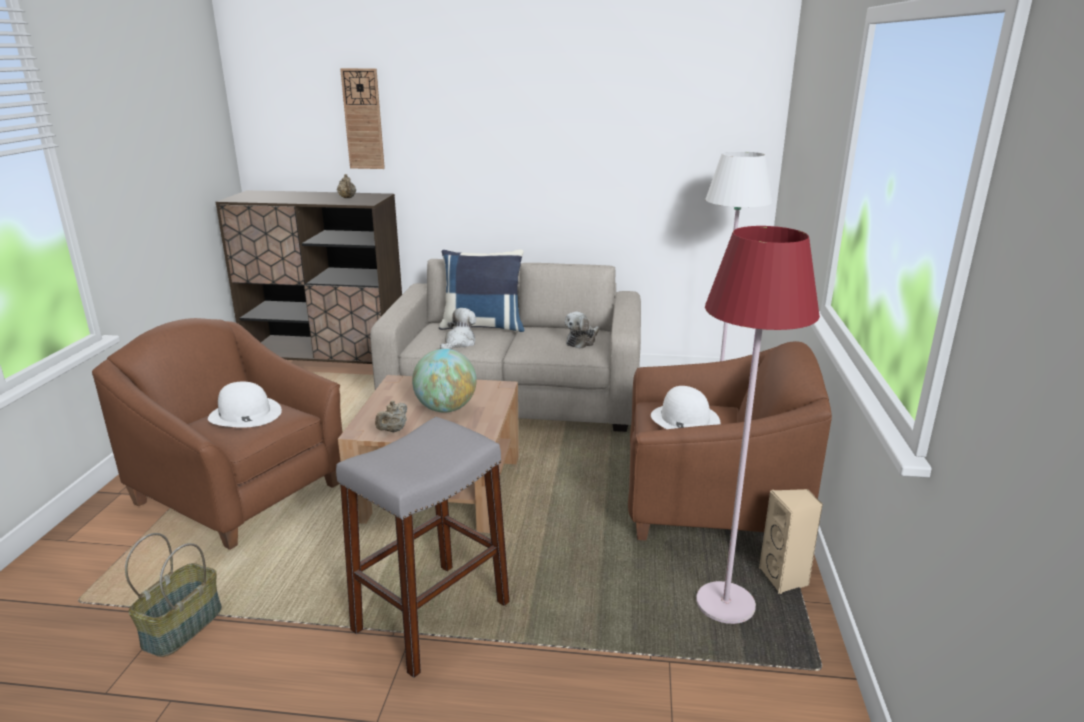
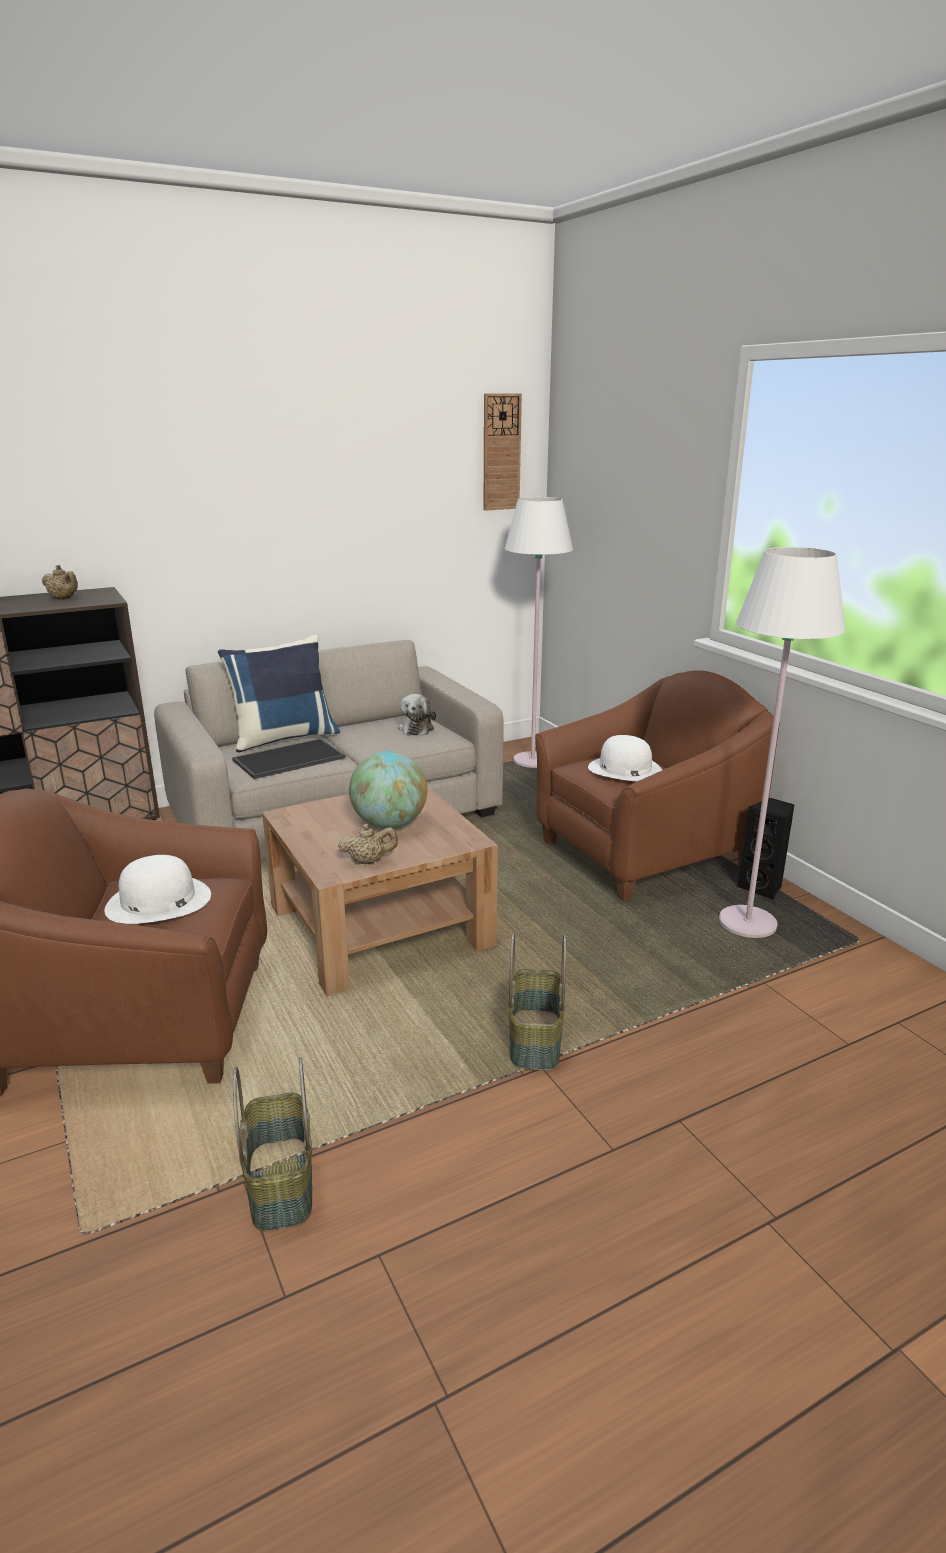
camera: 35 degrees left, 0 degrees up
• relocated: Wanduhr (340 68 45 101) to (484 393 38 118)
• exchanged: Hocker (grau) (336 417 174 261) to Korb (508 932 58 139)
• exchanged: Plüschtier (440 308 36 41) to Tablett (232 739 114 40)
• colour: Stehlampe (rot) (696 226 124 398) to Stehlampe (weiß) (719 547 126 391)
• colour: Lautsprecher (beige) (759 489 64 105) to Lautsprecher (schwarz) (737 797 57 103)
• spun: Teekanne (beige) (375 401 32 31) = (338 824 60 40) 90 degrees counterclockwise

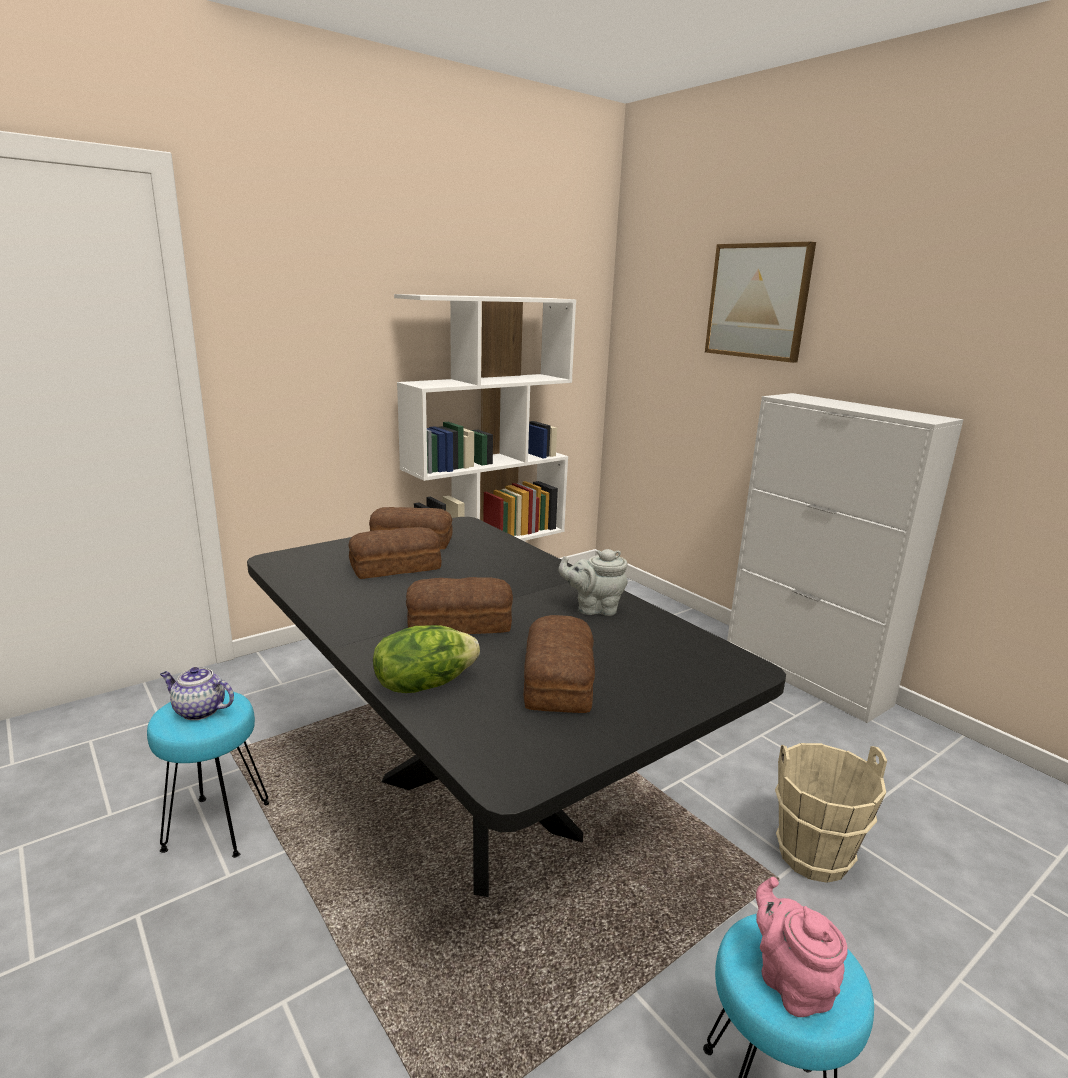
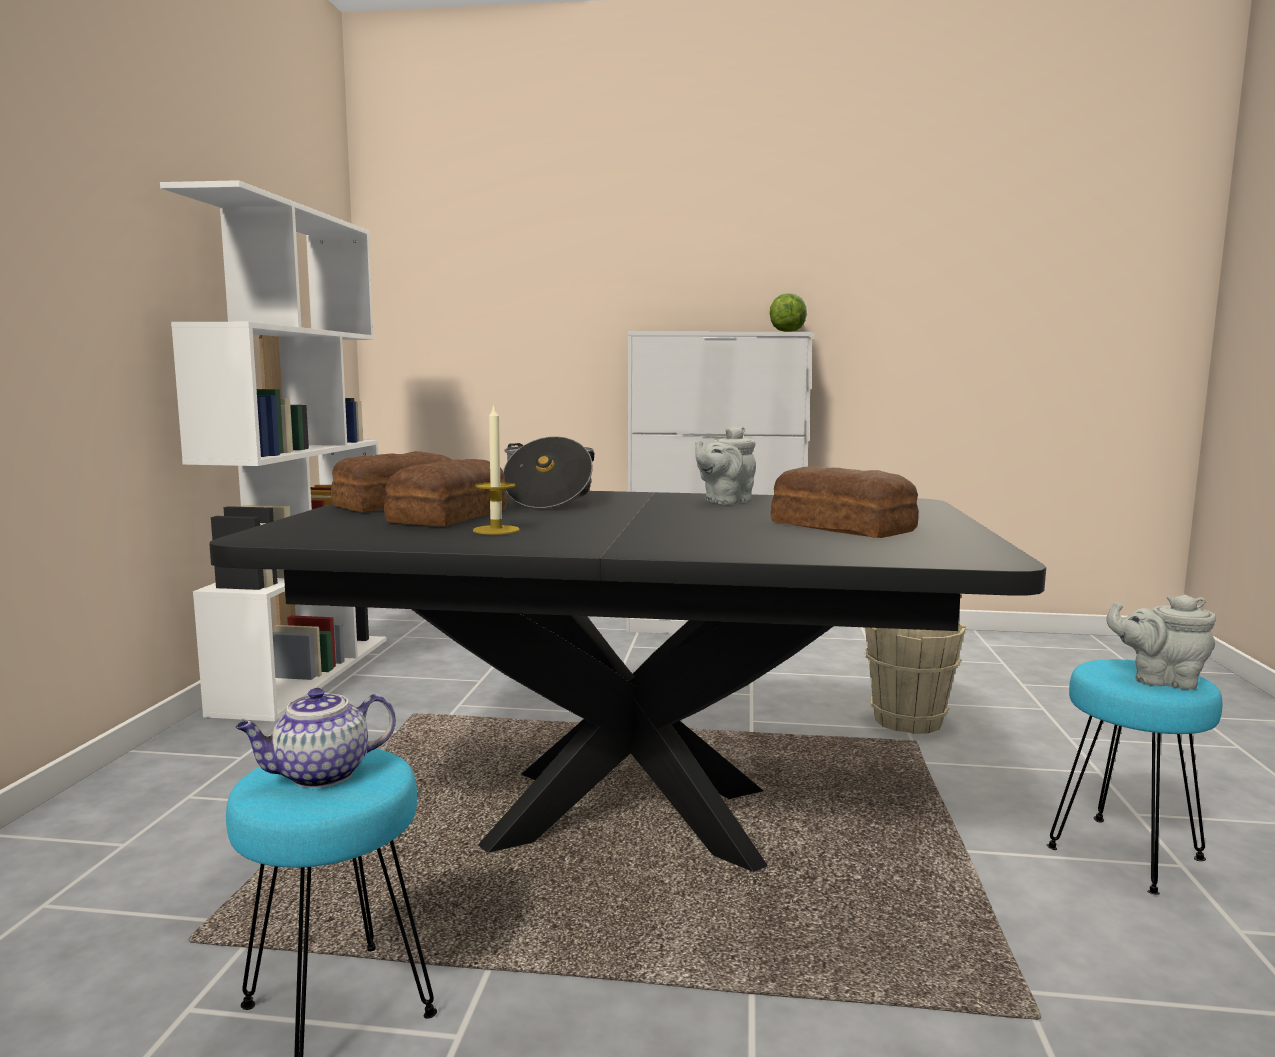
camera: 45 degrees left, 10 degrees down
• missing: Brot (406 577 107 57)
• missing: Bild (705 242 111 121)
• appeared: Kerze (473 406 47 129)
• appeared: Kochtopf (503 436 91 73)
• relocated: Salatkopf (373 625 107 68) to (770 293 37 39)
• colour: Teekanne (rosa) (756 877 92 140) to Teekanne (grau) (1106 594 110 96)

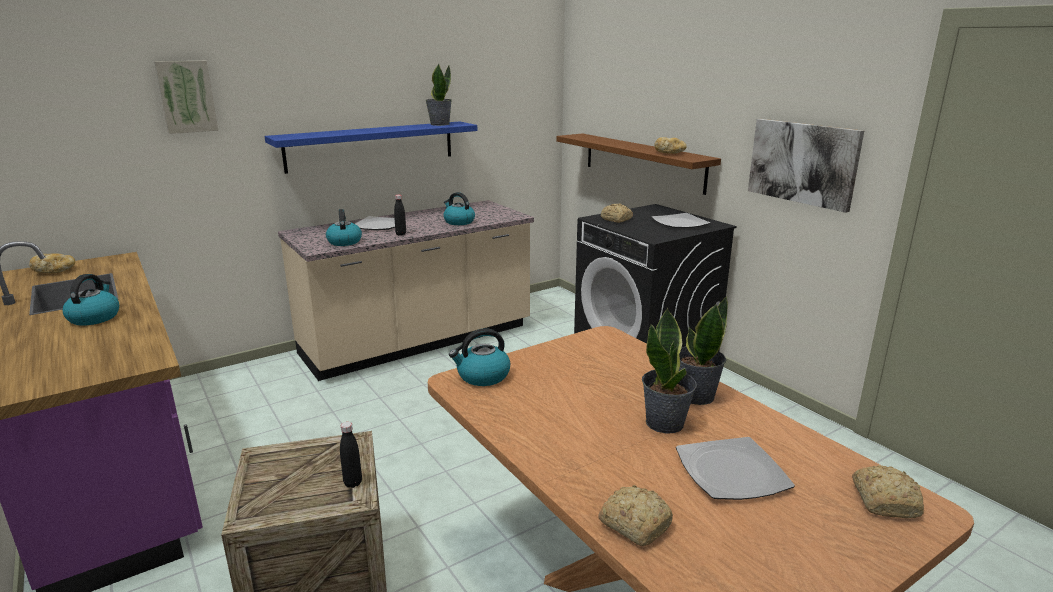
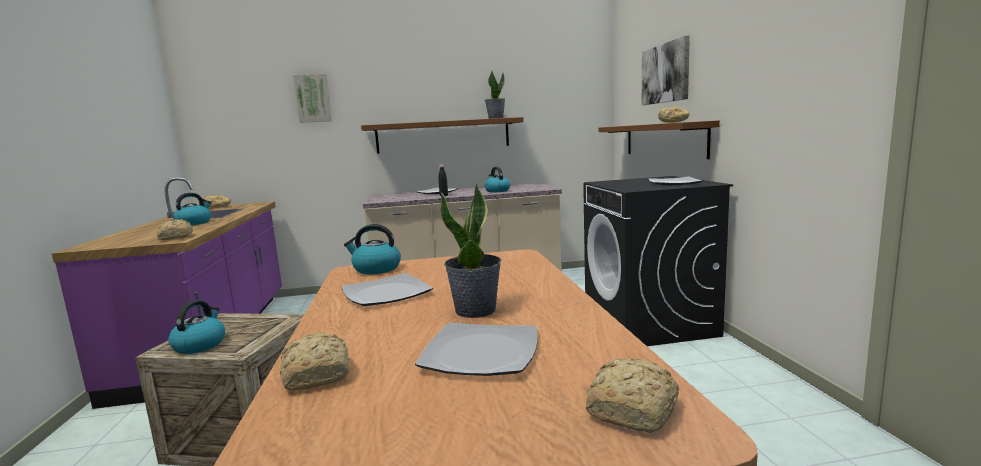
camera: 25 degrees right, 10 degrees down
• missing: Flasche (schwarz) (340 422 22 66)
• missing: Topfpflanze (679 296 49 109)
• appeared: Teller (341 273 92 33)
• relocated: Wasserkessel (326 209 36 37) to (168 300 57 54)
• relocated: Brot (601 203 32 20) to (157 219 36 21)
• relocated: Bild (748 119 116 94) to (642 36 48 69)
• colour: Wandregal (blau) (264 121 213 53) to Wandregal (braun) (361 117 163 37)

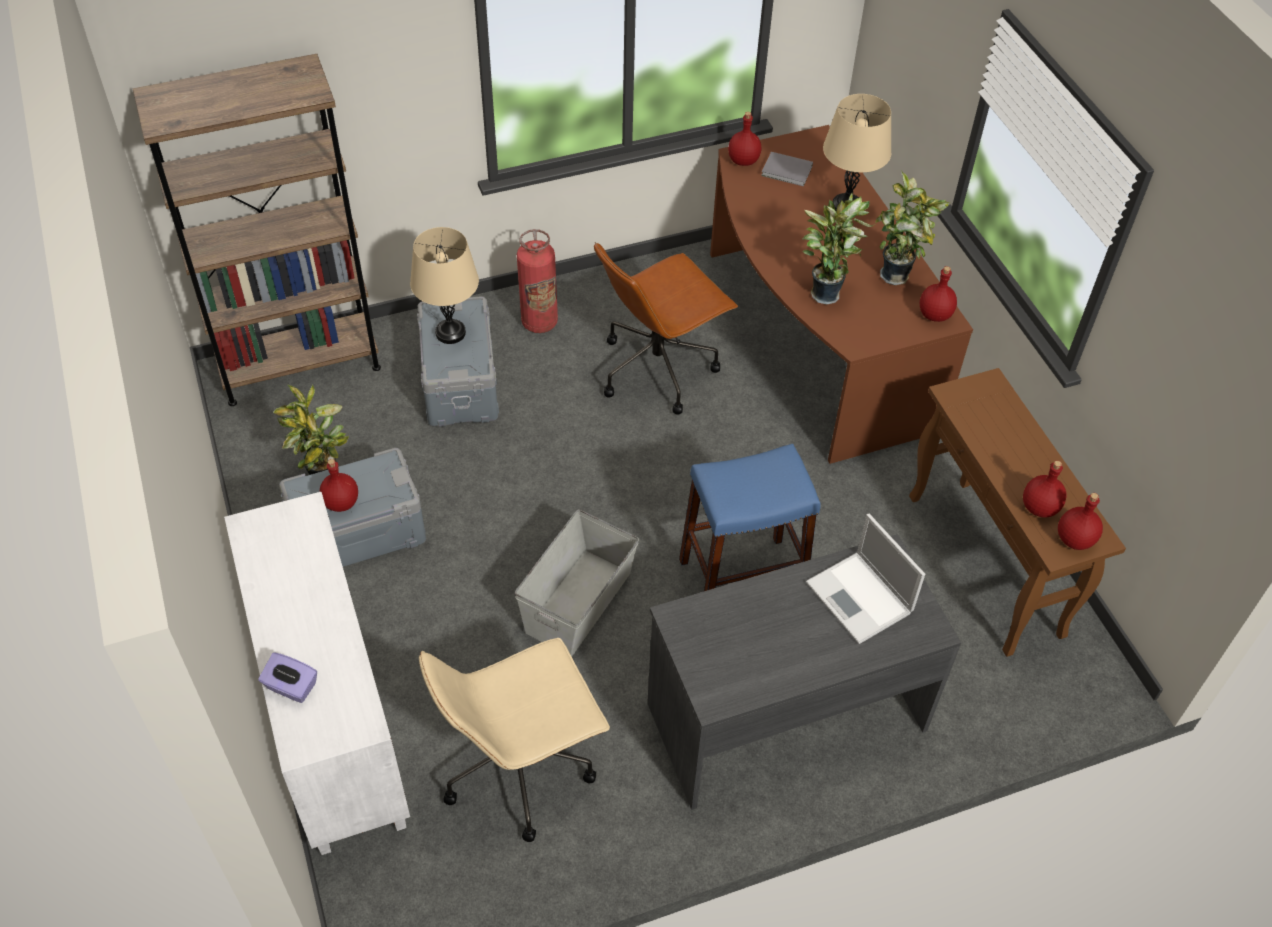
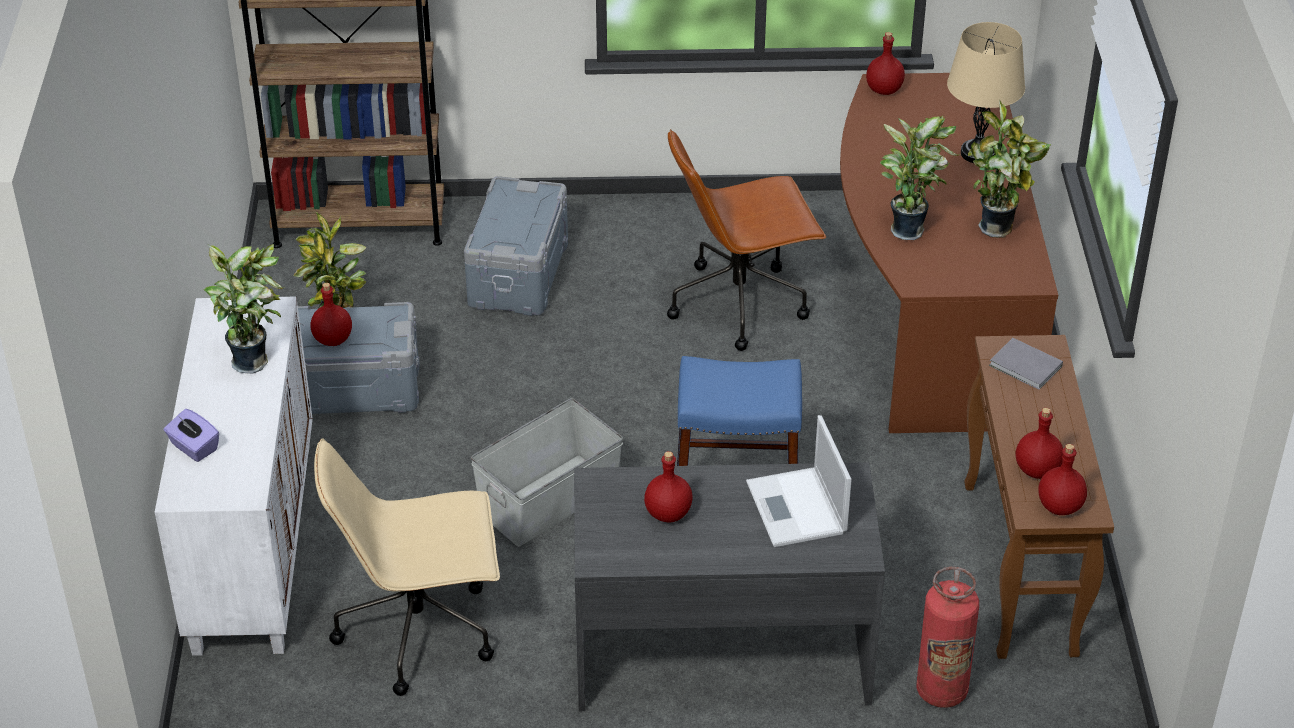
camera: 20 degrees right, 10 degrees down
• missing: Tischlampe (beige) (410 227 69 117)
• appeared: Topfpflanze (203 244 82 130)
• relocated: Feuerlöscher (517 229 41 104) to (916 567 63 141)
• relocated: Buch (grau) (761 152 52 34) to (989 338 74 52)
• relocated: Flasche (rot) (920 266 37 56) to (644 451 49 72)

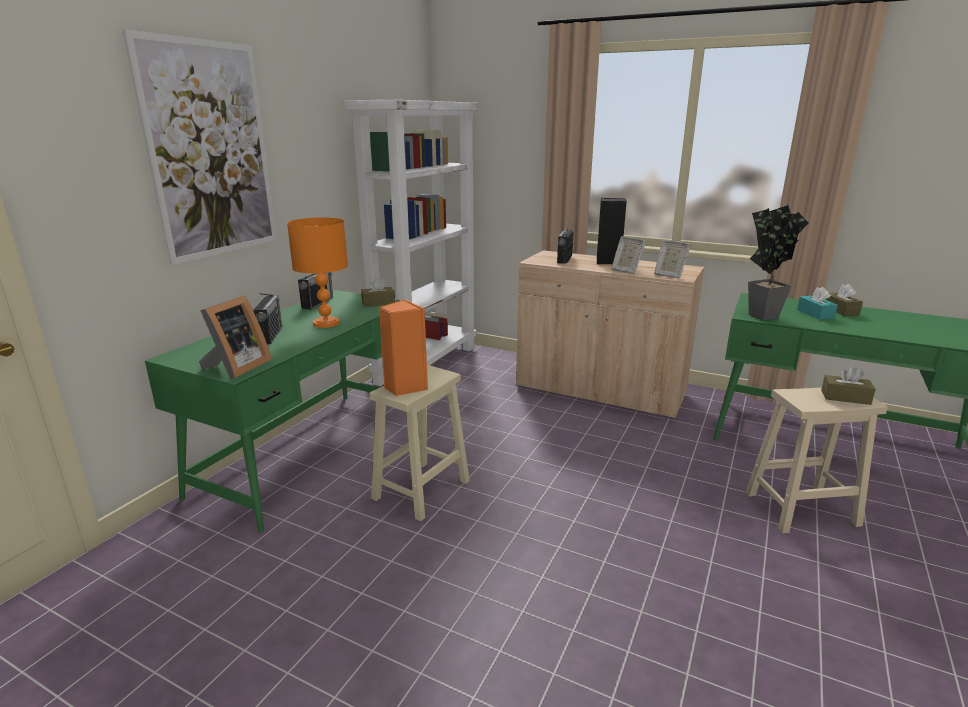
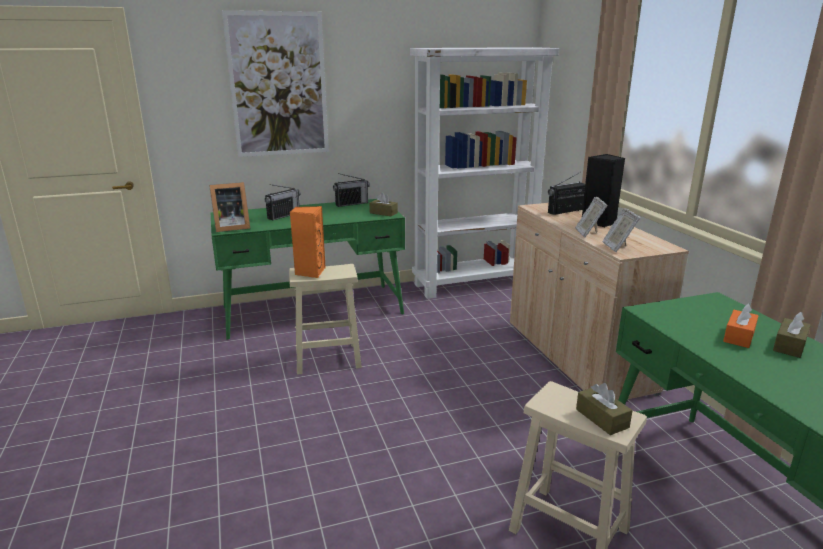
camera: 45 degrees right, 0 degrees up
• missing: Tischlampe (orange) (287 217 61 111)
• missing: Topfpflanze (748 205 60 115)
• colour: Taschentuchbox (türkis) (797 287 41 33) to Taschentuchbox (orange) (723 303 36 45)

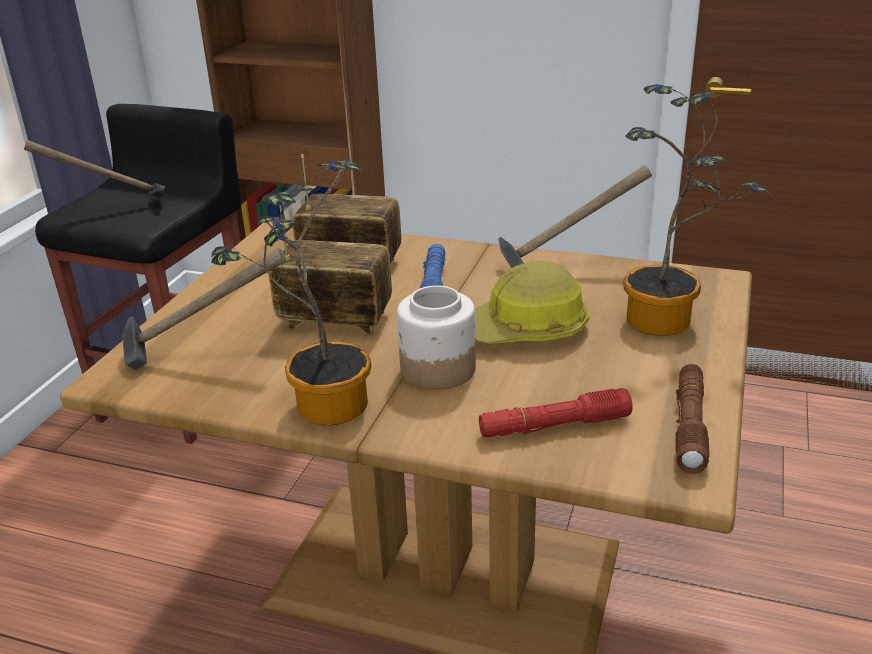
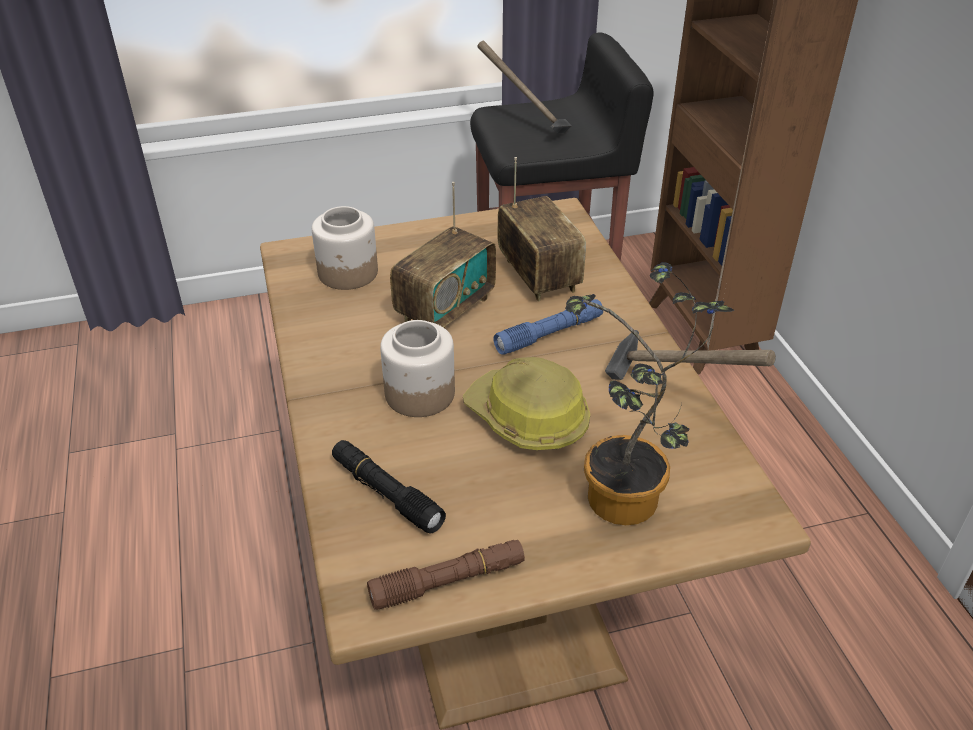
camera: 55 degrees right, 10 degrees up
• missing: Topfpflanze (211 160 160 265)
• exchanged: Hammer (122 248 164 122) to Vorratsglas (312 206 66 84)
• colour: Taschenlampe (rot) (479 388 154 49) to Taschenlampe (schwarz) (332 440 114 94)
• spun: Radio (269 206 123 129) = (390 182 106 146) 60 degrees clockwise

